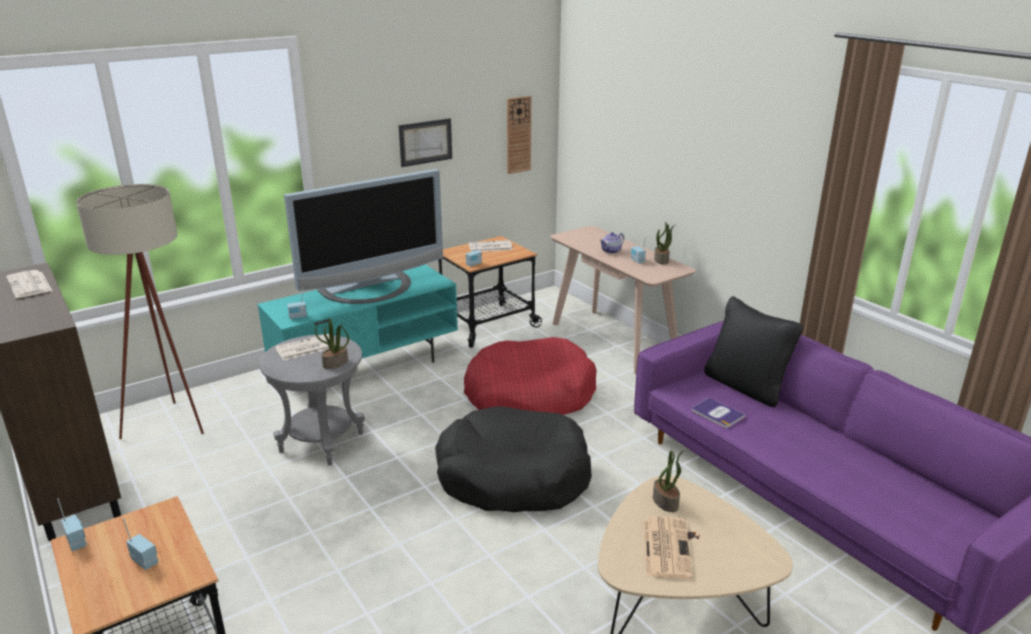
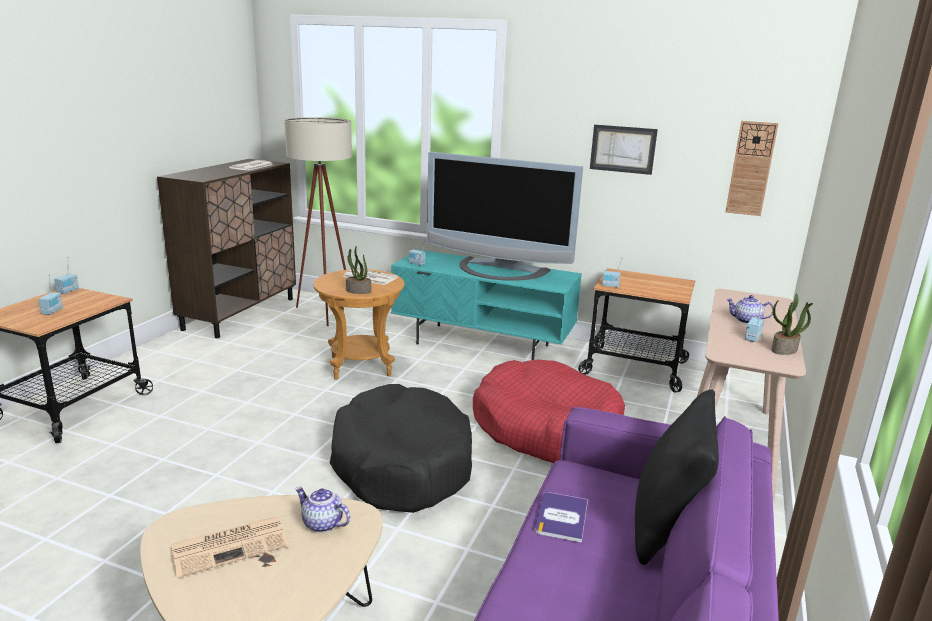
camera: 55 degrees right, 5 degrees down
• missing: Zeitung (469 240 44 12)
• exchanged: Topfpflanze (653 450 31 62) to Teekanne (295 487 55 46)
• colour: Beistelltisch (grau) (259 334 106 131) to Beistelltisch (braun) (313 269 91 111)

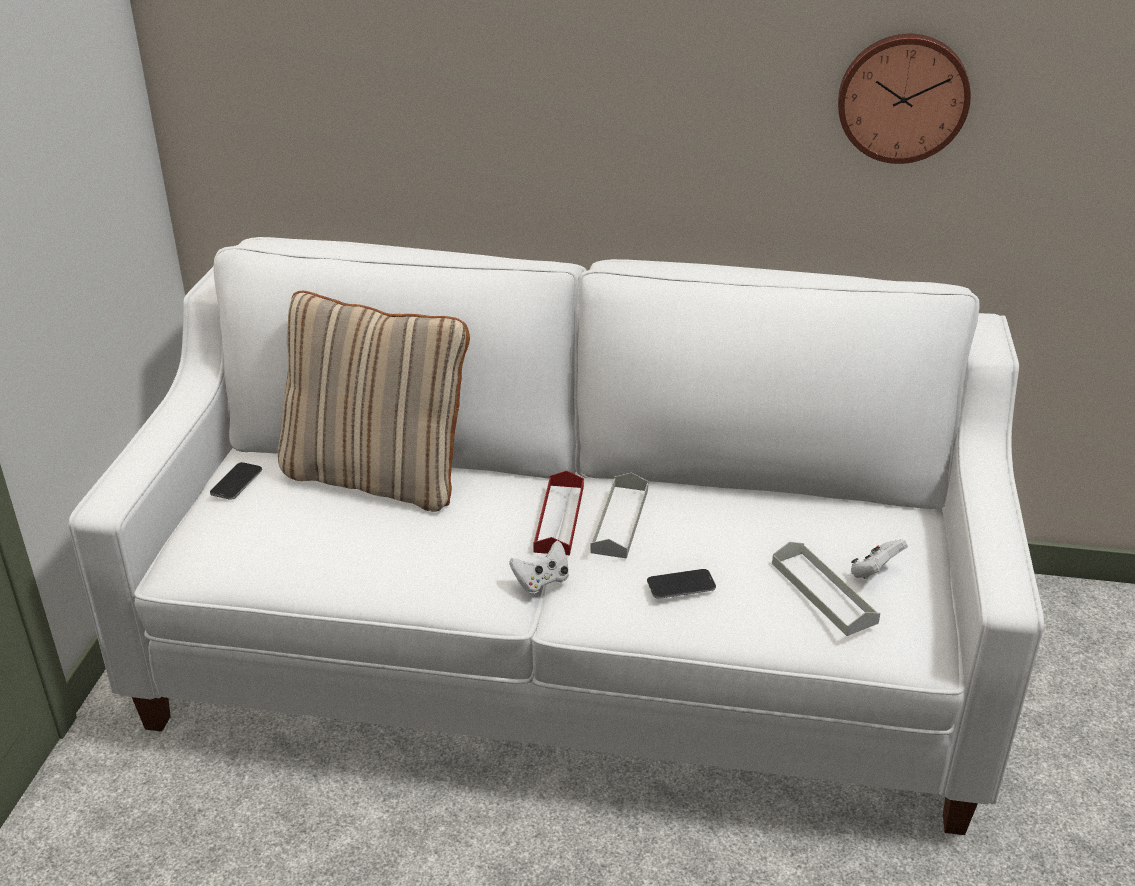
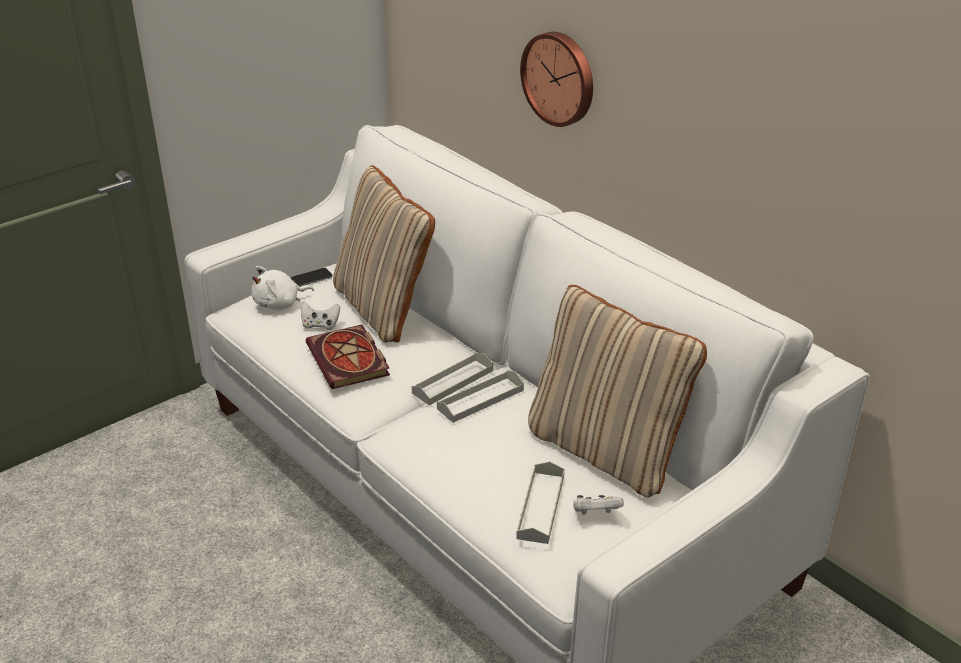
camera: 40 degrees right, 0 degrees up
• missing: Handy (647 569 69 30)
• appeared: Plüschtier (weiß) (251 266 63 44)
• appeared: Buch (306 325 84 64)
• appeared: Kissen (beige) (528 285 179 213)
• relocated: Gamepad (weiß) (509 540 60 54) to (301 302 39 28)
• relocated: Wanduhr (838 34 133 130) to (520 31 73 96)
• colour: Tablett (rot) (533 471 51 84) to Tablett (grau) (412 353 81 53)

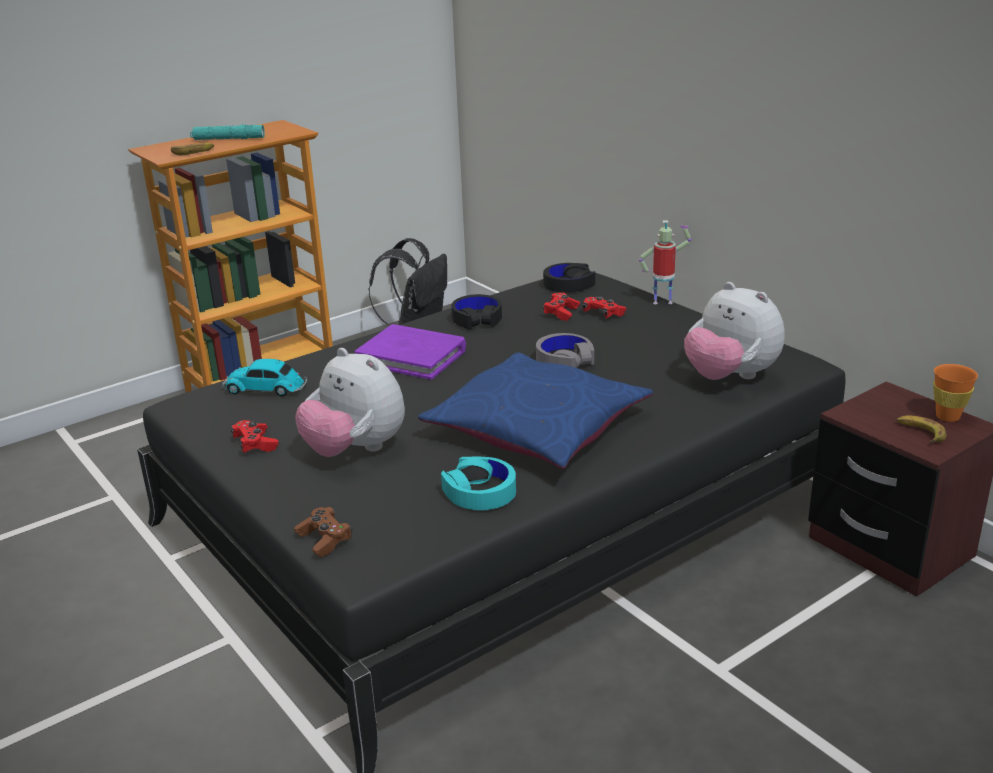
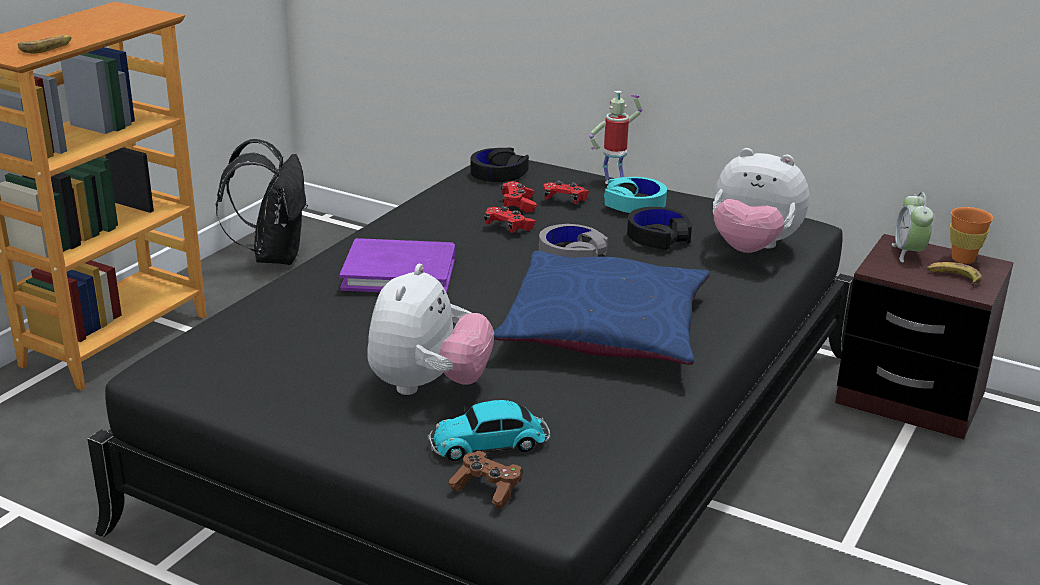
camera: 25 degrees left, 0 degrees up
• missing: Taschenlampe (türkis) (190 124 75 16)
• appeared: Wecker (892 192 42 70)
• relocated: Spielzeugauto (222 359 85 38) to (428 400 123 61)
• relocated: Gamepad (rot) (230 420 49 33) to (484 206 51 27)
• relocated: Kopfhörer (türkis) (441 456 75 54) to (604 177 63 36)
• relocated: Kopfhörer (schwarz) (451 294 51 35) to (627 207 65 43)
• spun: Plüschtier (295 348 110 109) = (367 264 127 131) 90 degrees counterclockwise

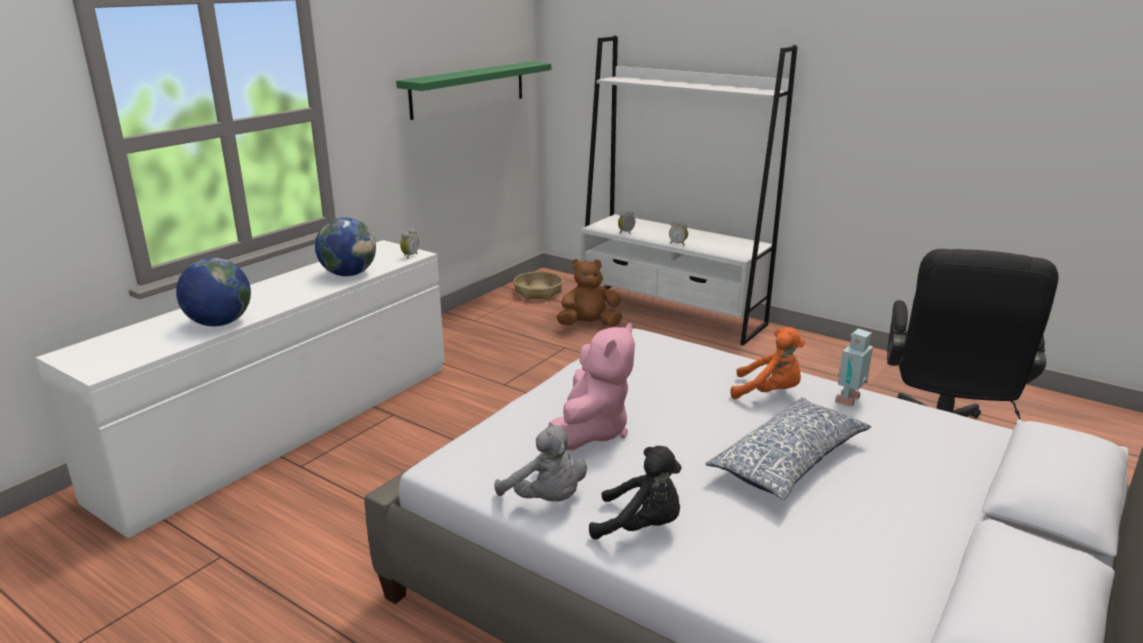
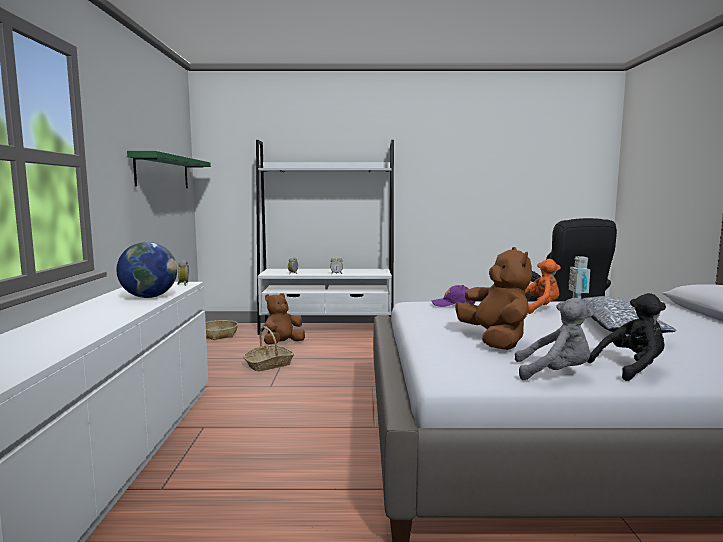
camera: 35 degrees left, 15 degrees down
• missing: Globus (176 258 75 68)
• appeared: Korb (243 326 51 45)
• appeared: Kappe (lila) (432 285 43 22)
• colour: Plüschtier (rosa) (548 323 87 127) to Plüschtier (braun) (455 247 77 103)

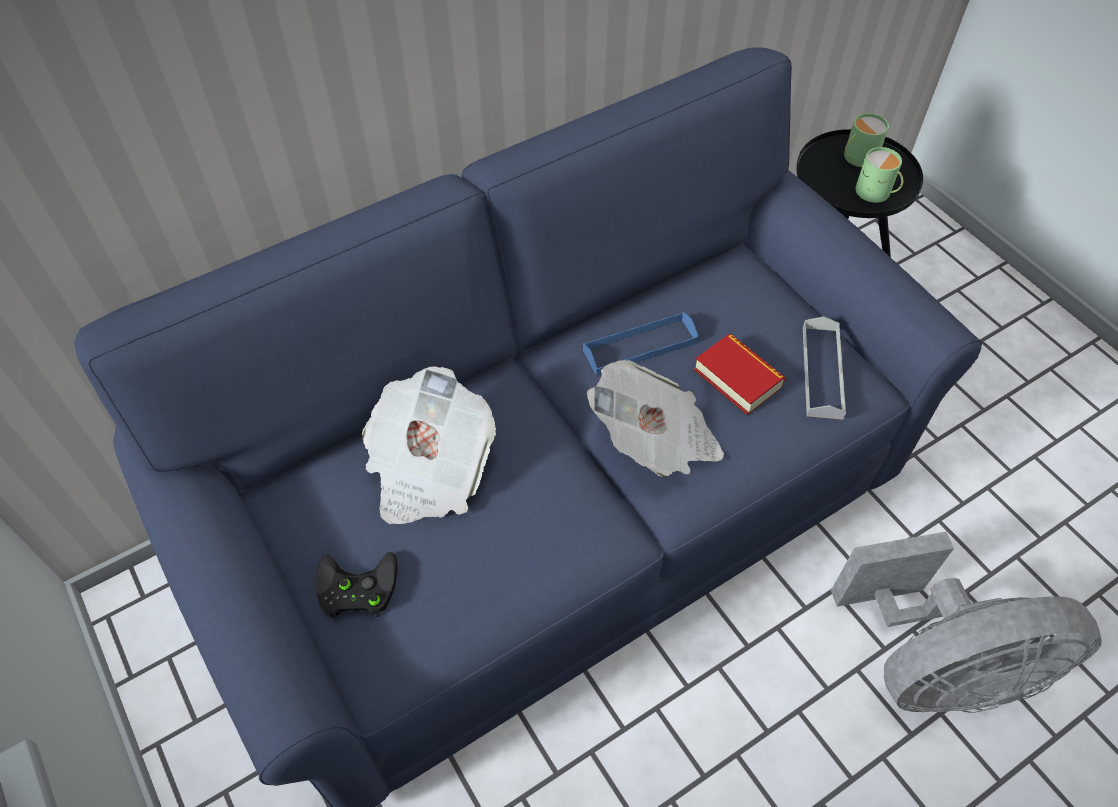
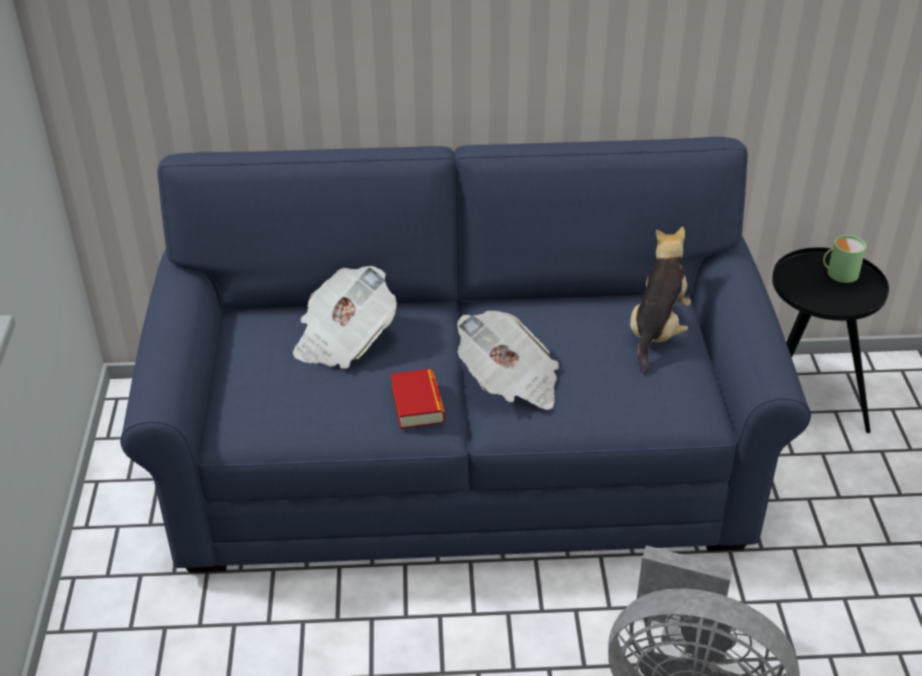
camera: 30 degrees right, 15 degrees down
• missing: Gamepad (schwarz) (316 552 82 67)
• missing: Tablett (blau) (583 312 116 64)
• missing: Tablett (grau) (803 316 43 104)
• missing: Henkelbecher (grün) (855 147 48 56)
• appeared: Plüschtier (630 227 61 147)
• relocated: Buch (694 334 91 81) to (390 369 55 60)

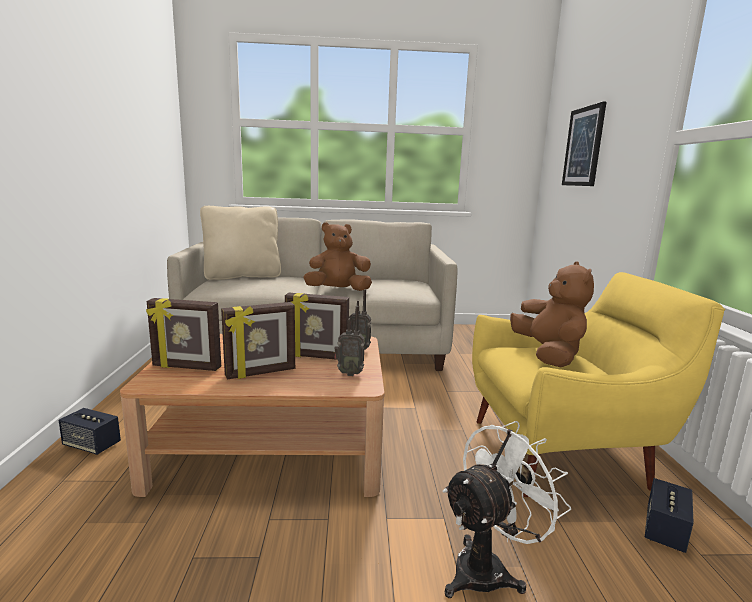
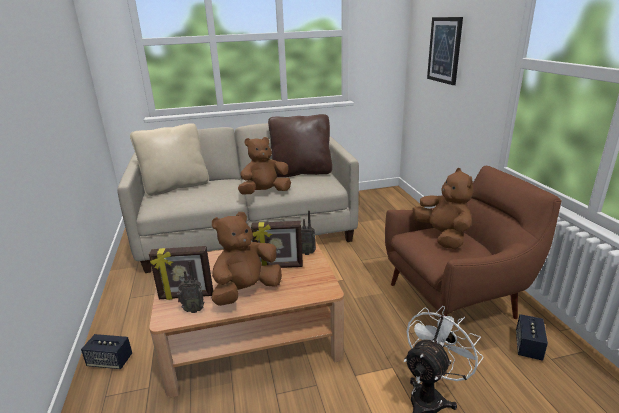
camera: 10 degrees left, 10 degrees up
• appeared: Kissen (braun) (268 114 64 63)
• relocated: Radio (334 306 31 70) to (177 261 27 52)
• exchanged: Bilderrahmen (221 302 74 78) to Plüschtier (braun) (212 212 70 94)
• colour: Sessel (gelb) (472 272 253 226) to Sessel (braun) (385 166 177 153)

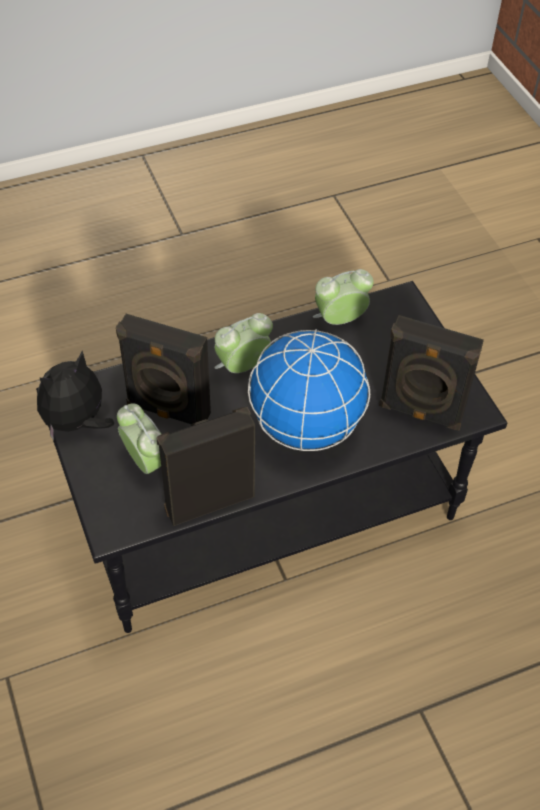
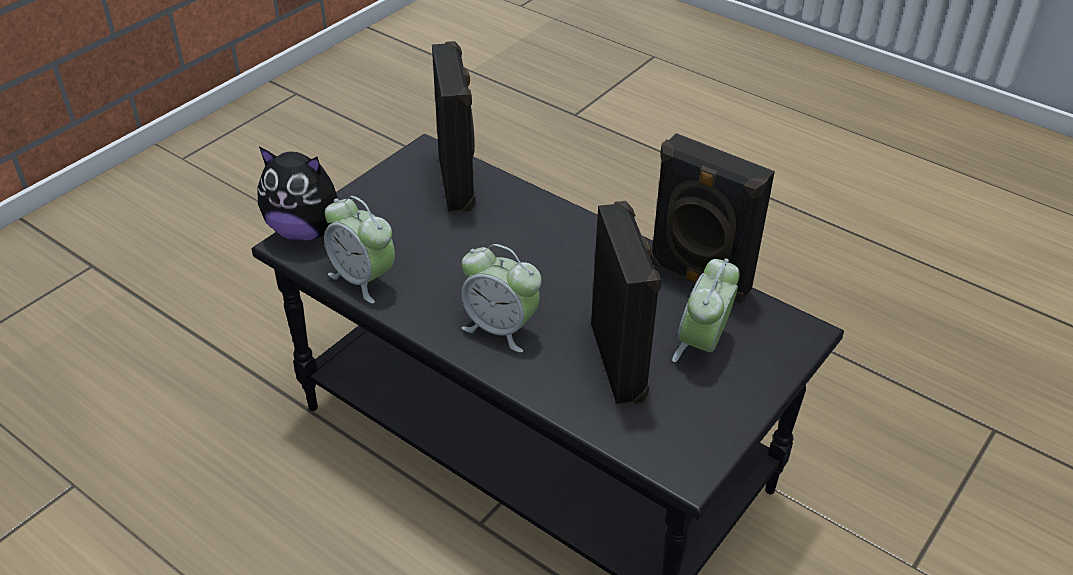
camera: 120 degrees left, 10 degrees down
• missing: Globus (248 329 122 122)
• relocated: Plüschtier (37 351 77 90) to (257 146 96 95)

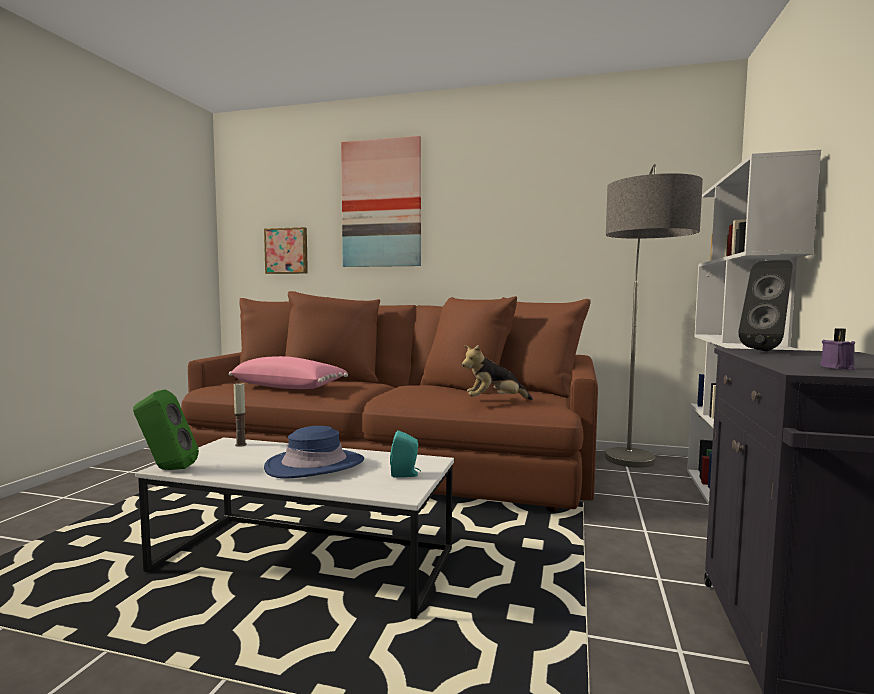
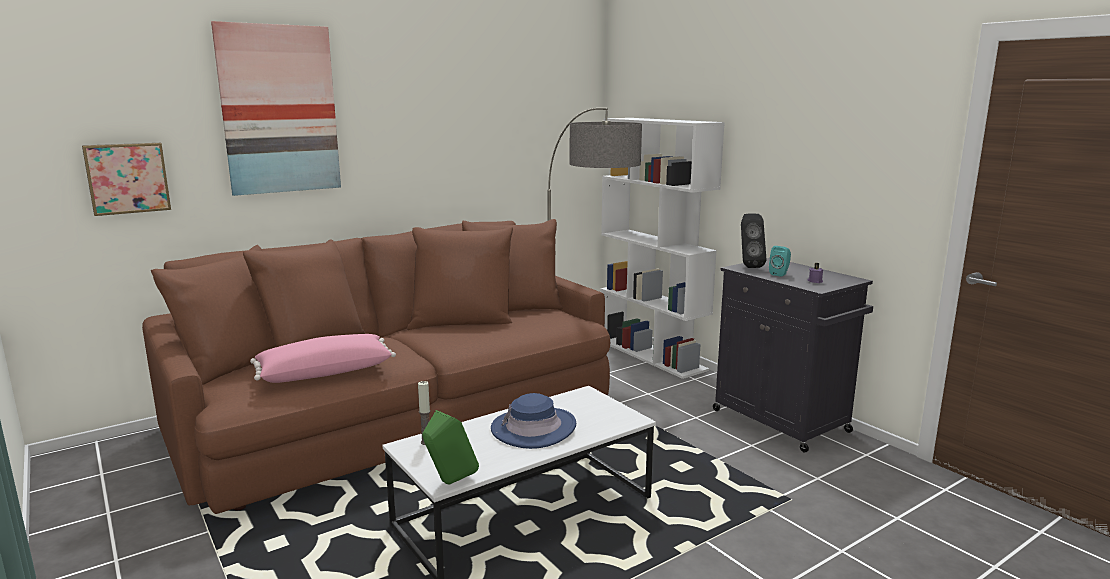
camera: 50 degrees left, 10 degrees up
• missing: Plüschtier (462 345 71 55)
• relocated: Lautsprecher (türkis) (390 430 31 47) to (769 246 22 31)

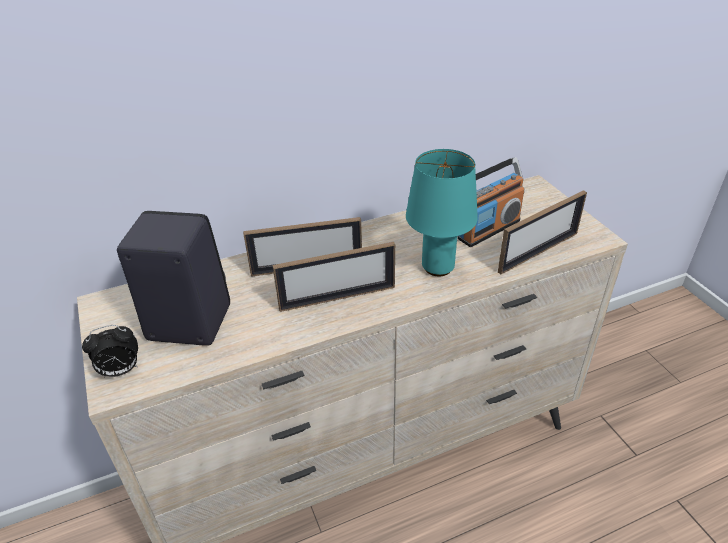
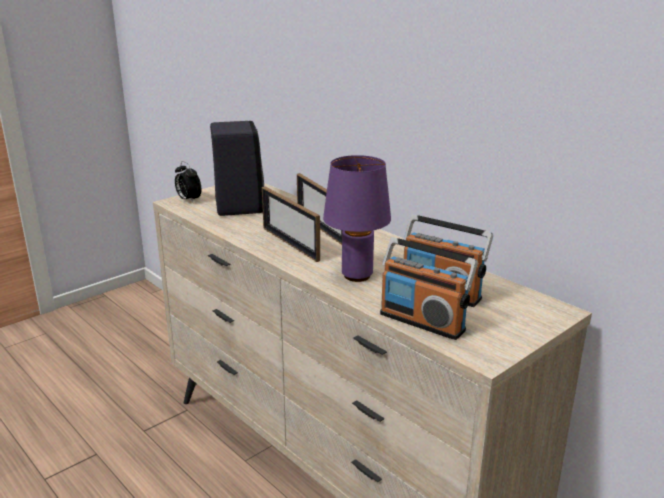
camera: 70 degrees right, 15 degrees down
• exchanged: Bilderrahmen (498 190 89 84) to Radio (380 237 98 103)
• colour: Tischlampe (türkis) (406 149 72 127) to Tischlampe (lila) (323 155 68 127)

